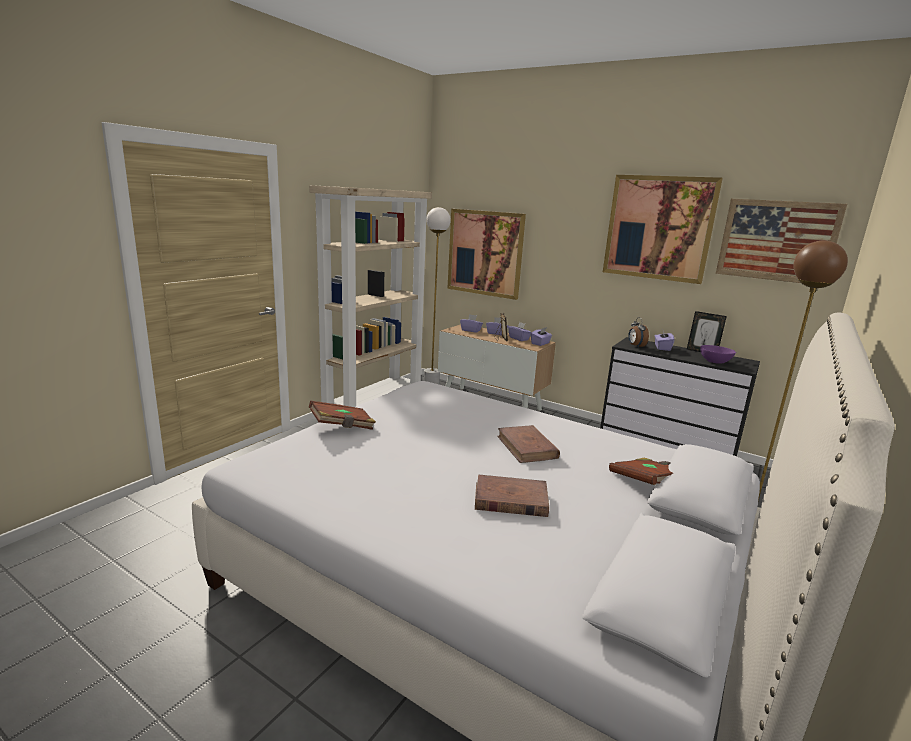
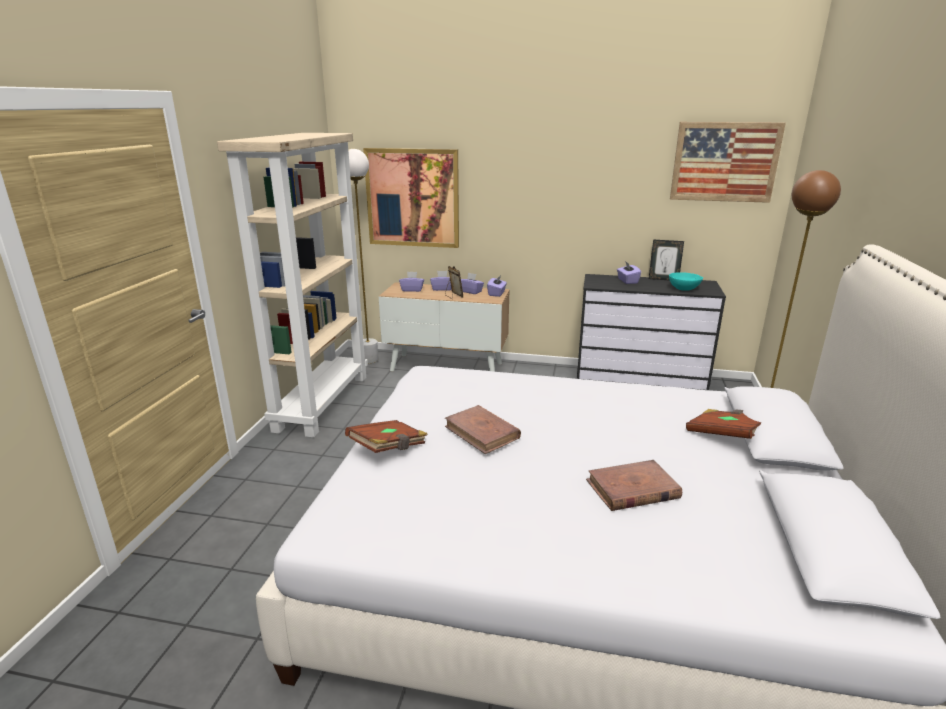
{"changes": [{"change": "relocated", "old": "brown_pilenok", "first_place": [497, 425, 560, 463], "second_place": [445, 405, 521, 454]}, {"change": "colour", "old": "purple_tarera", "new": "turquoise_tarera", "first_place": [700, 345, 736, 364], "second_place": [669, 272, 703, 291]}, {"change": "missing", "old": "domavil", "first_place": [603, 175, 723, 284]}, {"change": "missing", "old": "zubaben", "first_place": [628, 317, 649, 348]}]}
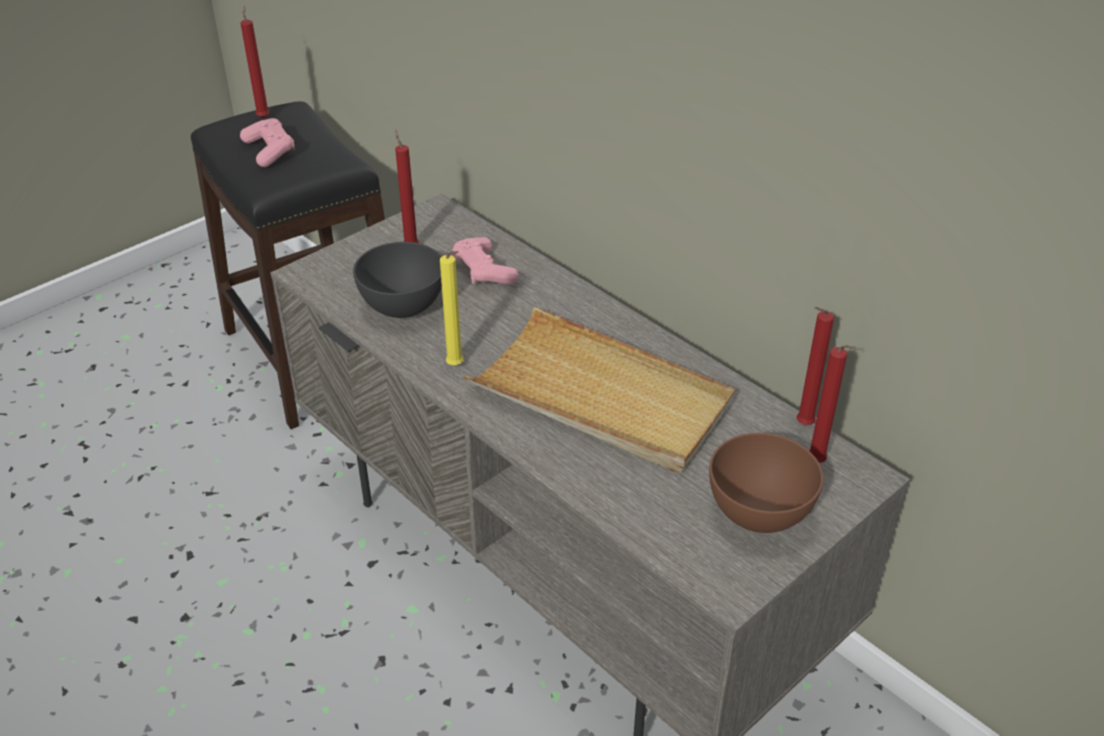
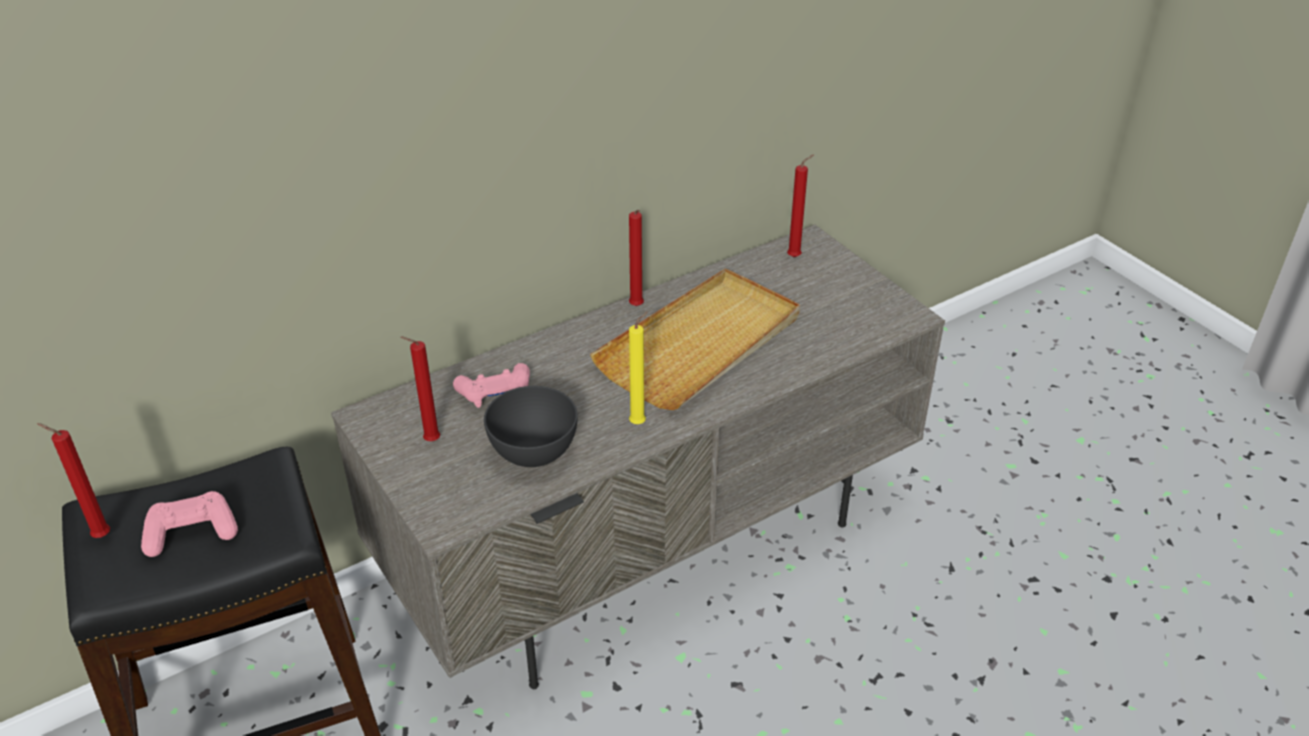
{"changes": [{"change": "relocated", "old": "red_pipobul", "first_place": [796, 307, 834, 425], "second_place": [629, 210, 644, 306]}, {"change": "missing", "old": "brown_tarera", "first_place": [709, 433, 823, 533]}]}
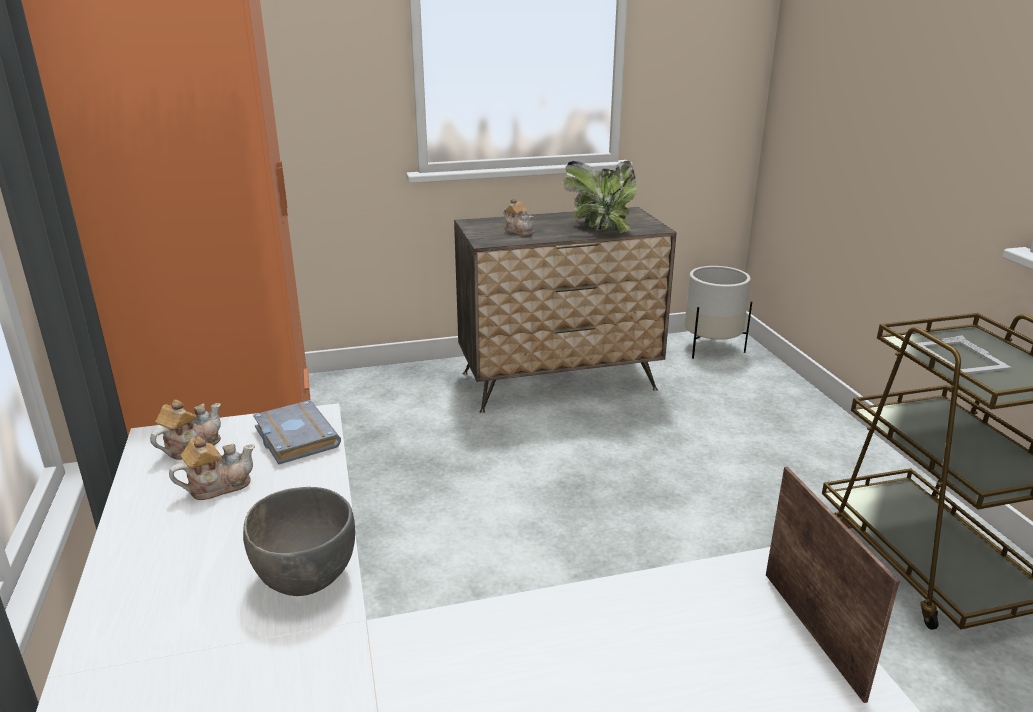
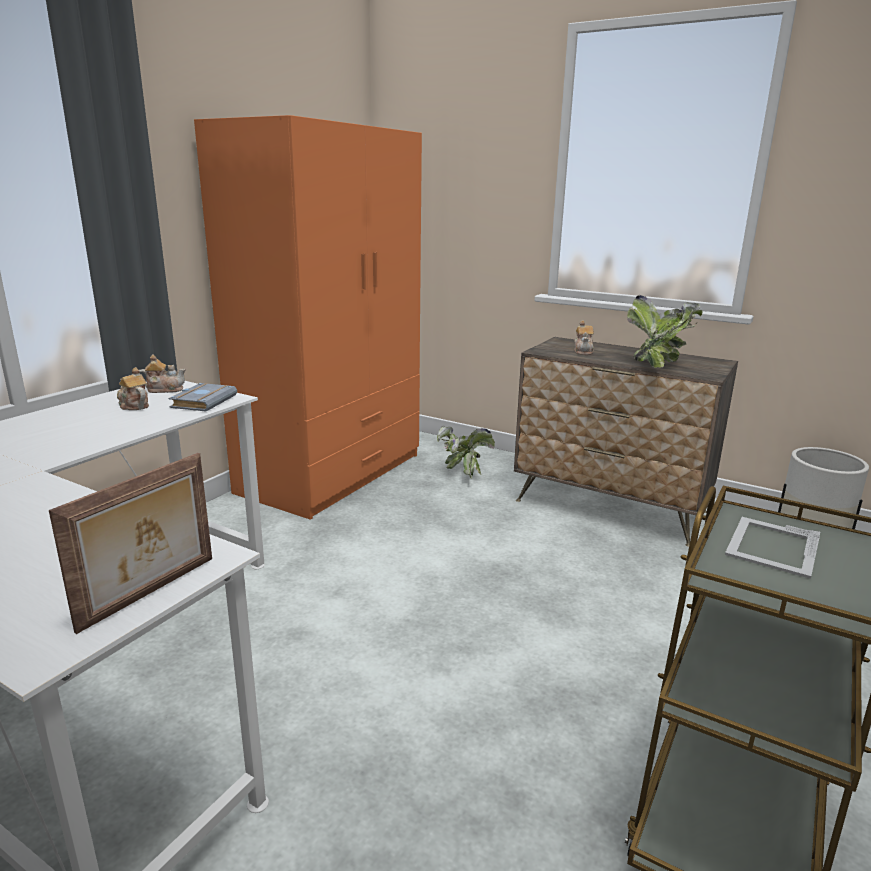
{"changes": [{"change": "spun", "old": "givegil", "first_place": [169, 436, 255, 500], "second_place": [117, 367, 149, 410], "degrees": -150}, {"change": "appeared", "new": "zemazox", "second_place": [437, 426, 495, 478]}, {"change": "missing", "old": "grey_tarera", "first_place": [243, 487, 355, 596]}]}
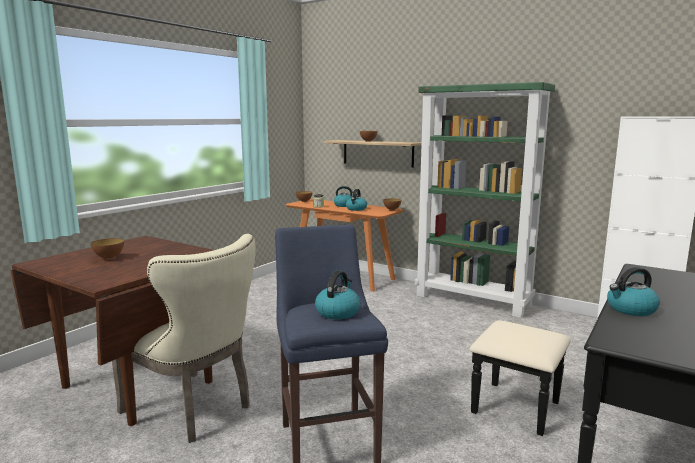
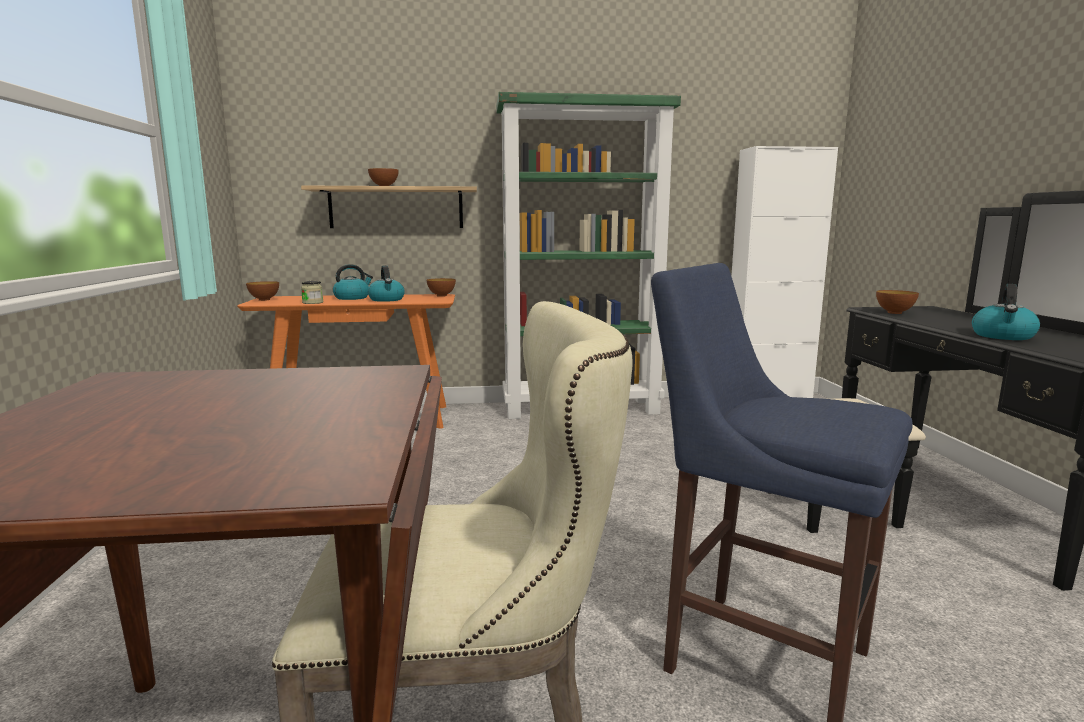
{"changes": [{"change": "relocated", "old": "tarera", "first_place": [91, 238, 124, 260], "second_place": [876, 290, 919, 314]}, {"change": "missing", "old": "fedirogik", "first_place": [315, 271, 360, 319]}]}
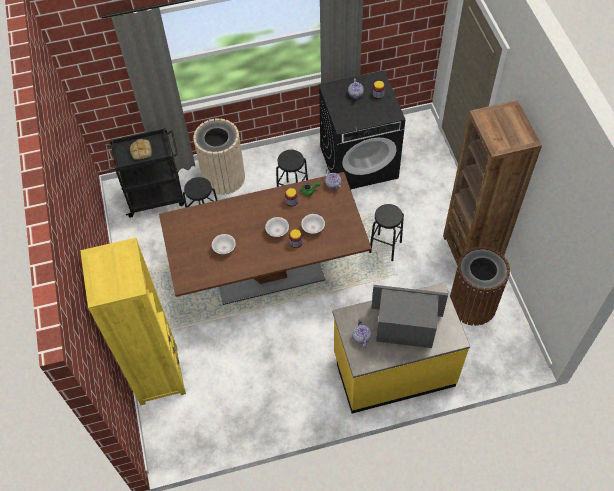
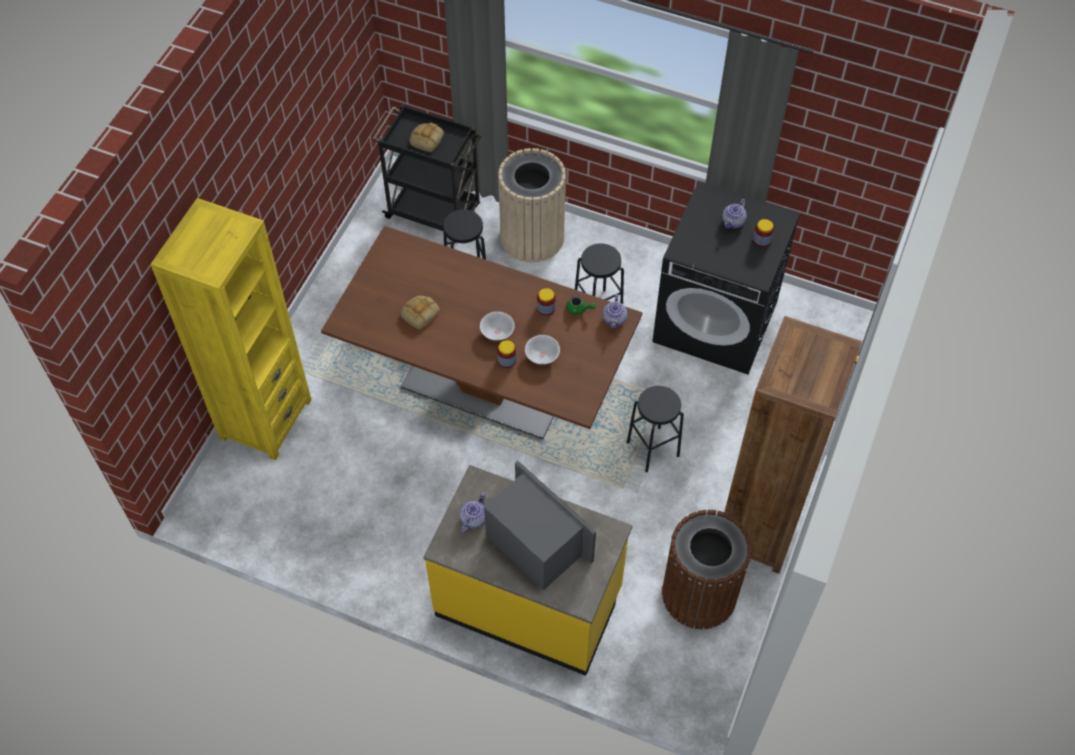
{"changes": [{"change": "exchanged", "old": "white_tarera", "new": "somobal", "first_place": [212, 234, 236, 254], "second_place": [400, 296, 440, 330]}]}
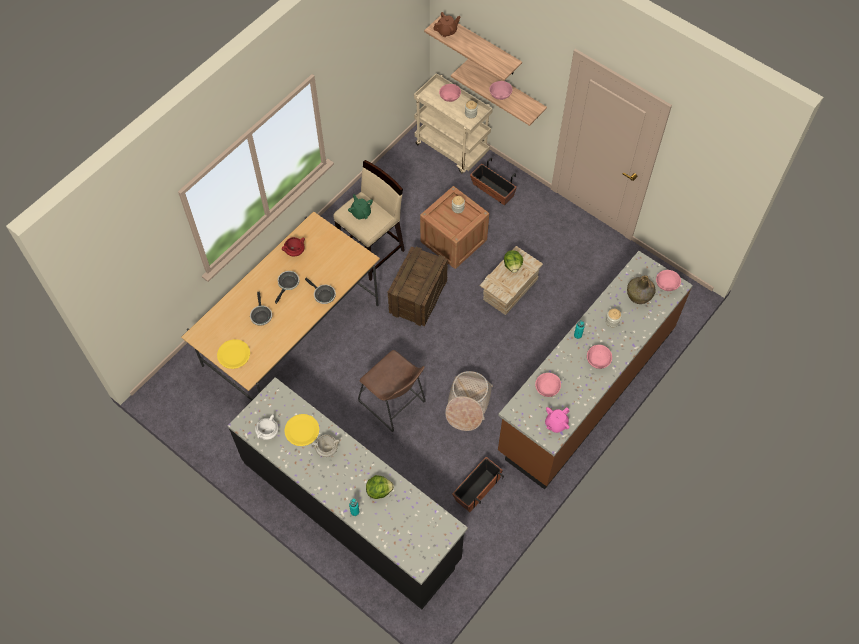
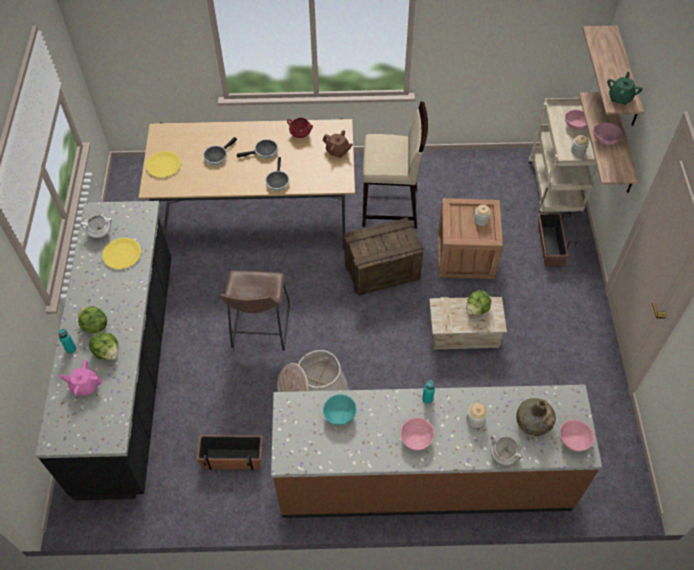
{"changes": [{"change": "relocated", "old": "pink_givegil", "first_place": [545, 407, 570, 433], "second_place": [60, 360, 102, 395]}, {"change": "appeared", "new": "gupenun", "second_place": [78, 306, 107, 333]}, {"change": "relocated", "old": "brown_givegil", "first_place": [433, 12, 460, 37], "second_place": [323, 130, 353, 158]}, {"change": "colour", "old": "pink_tarera", "new": "turquoise_tarera", "first_place": [535, 373, 561, 397], "second_place": [323, 394, 357, 425]}, {"change": "relocated", "old": "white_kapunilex", "first_place": [311, 434, 340, 457], "second_place": [490, 435, 523, 465]}, {"change": "relocated", "old": "green_givegil", "first_place": [348, 194, 373, 220], "second_place": [607, 72, 643, 105]}]}
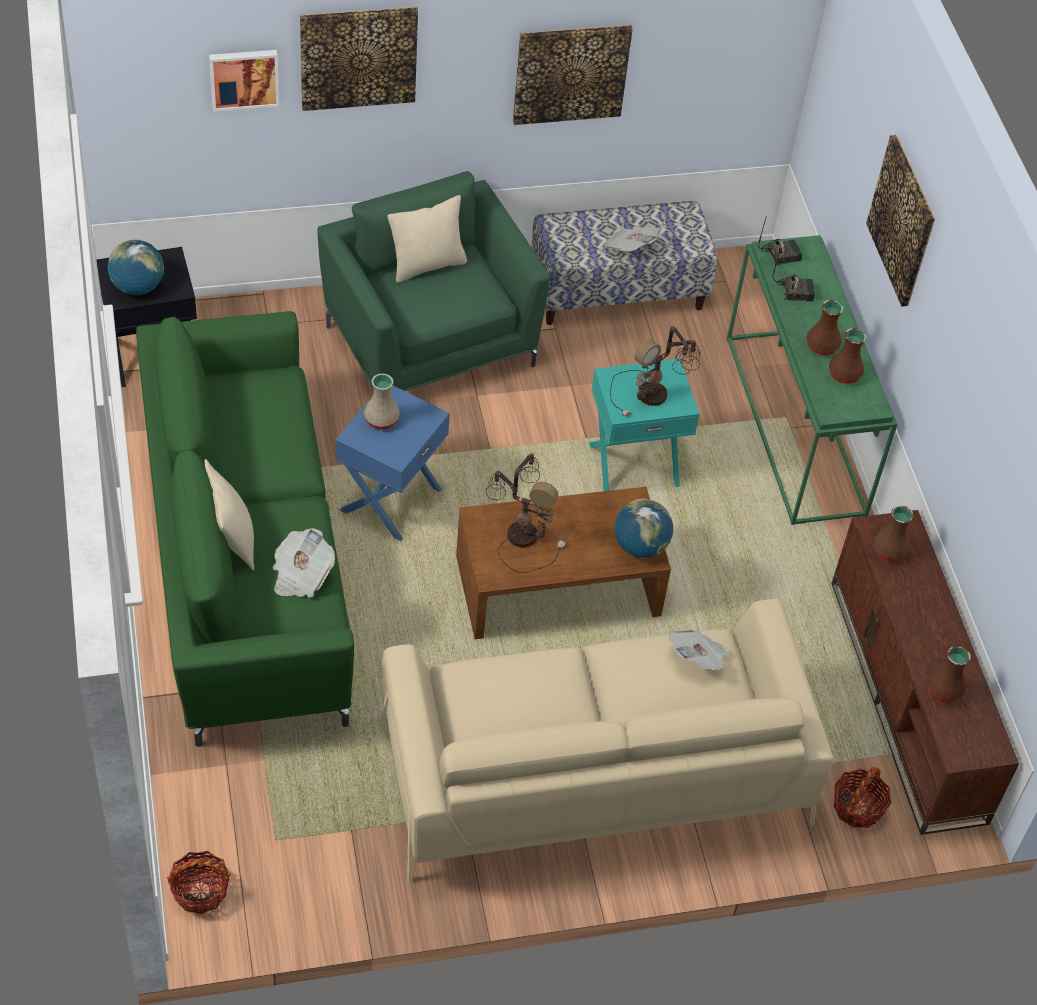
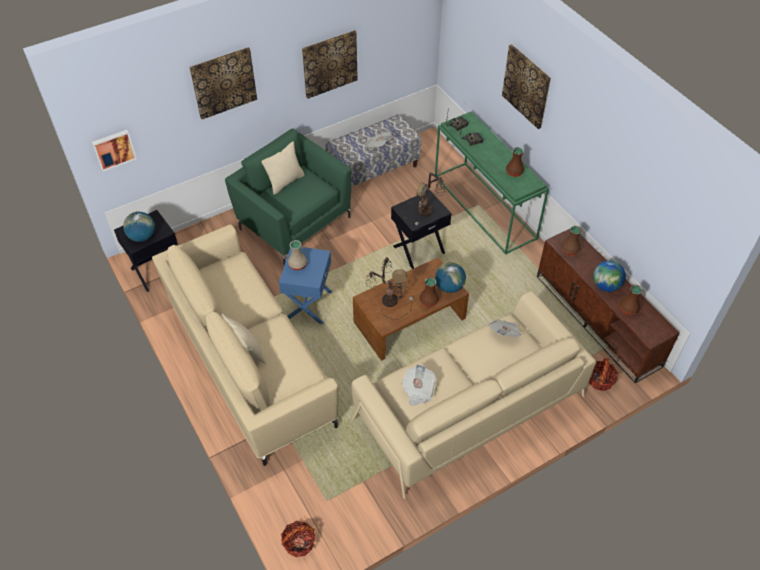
{"changes": [{"change": "relocated", "old": "domavil", "first_place": [209, 50, 279, 112], "second_place": [92, 130, 137, 172]}, {"change": "colour", "old": "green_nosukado", "new": "beige_nosukado", "first_place": [136, 311, 354, 747], "second_place": [152, 225, 338, 466]}, {"change": "colour", "old": "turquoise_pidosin", "new": "black_pidosin", "first_place": [589, 359, 700, 491], "second_place": [391, 190, 451, 269]}, {"change": "relocated", "old": "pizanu", "first_place": [273, 528, 335, 598], "second_place": [401, 364, 437, 406]}, {"change": "relocated", "old": "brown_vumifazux", "first_place": [807, 300, 843, 355], "second_place": [420, 278, 439, 307]}, {"change": "appeared", "new": "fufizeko", "second_place": [593, 260, 626, 292]}]}
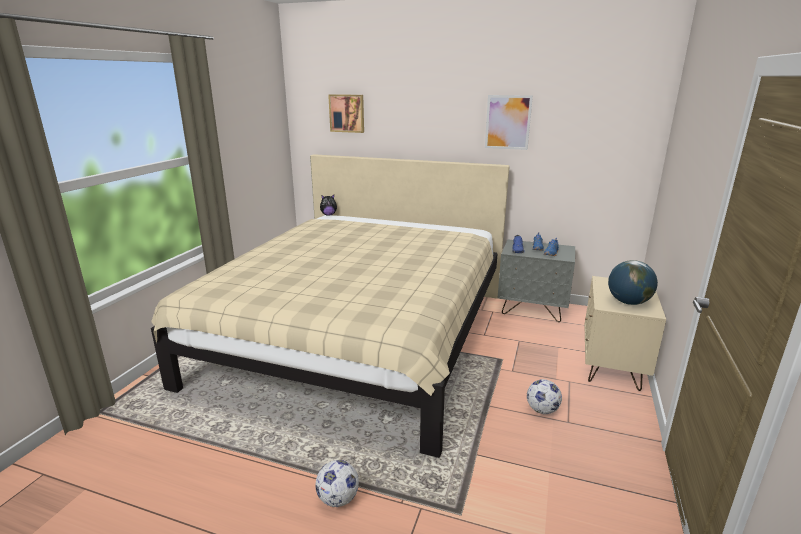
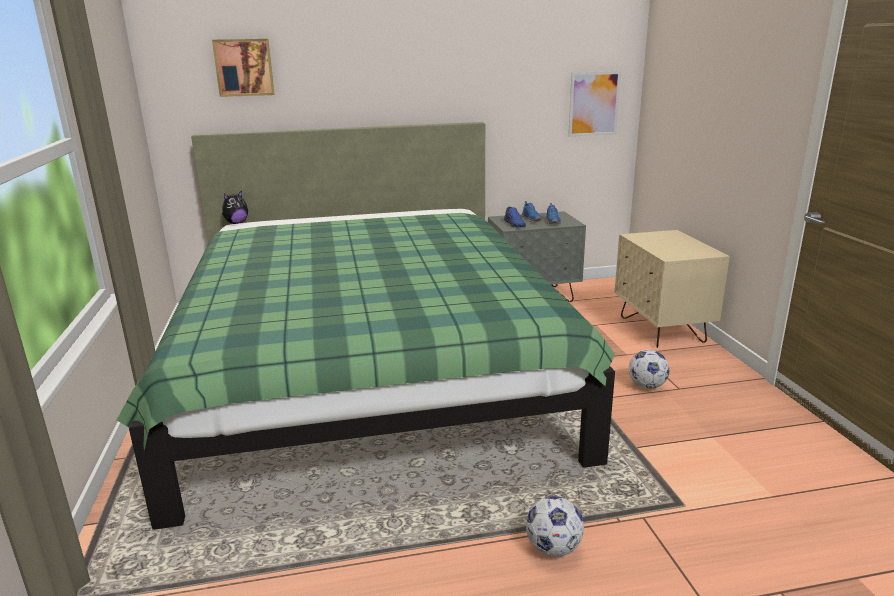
{"changes": [{"change": "colour", "old": "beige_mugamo", "new": "green_mugamo", "first_place": [151, 154, 510, 458], "second_place": [117, 122, 615, 530]}, {"change": "relocated", "old": "domavil", "first_place": [485, 95, 533, 150], "second_place": [568, 71, 621, 137]}, {"change": "missing", "old": "fufizeko", "first_place": [608, 260, 658, 305]}]}
